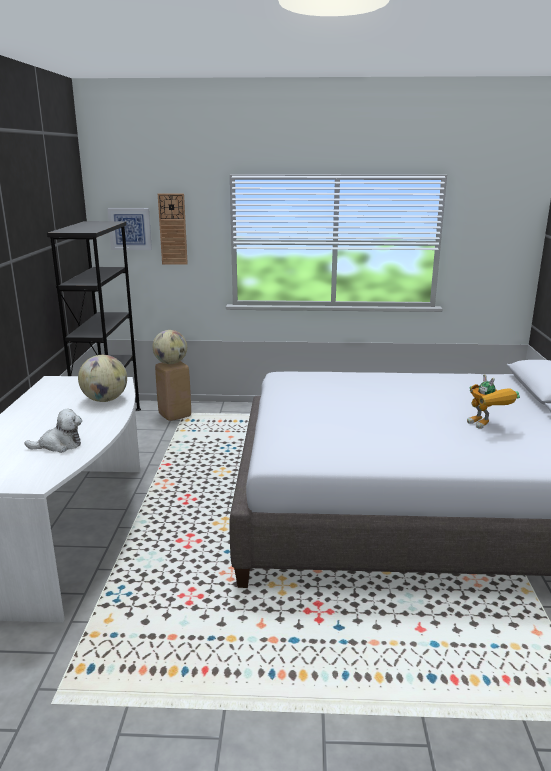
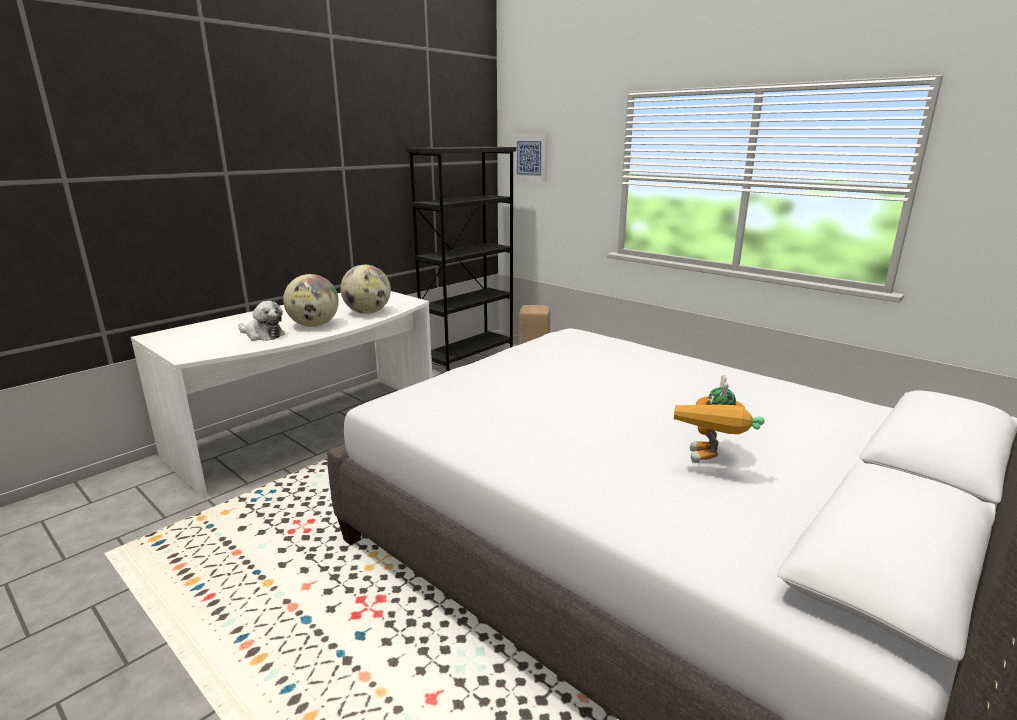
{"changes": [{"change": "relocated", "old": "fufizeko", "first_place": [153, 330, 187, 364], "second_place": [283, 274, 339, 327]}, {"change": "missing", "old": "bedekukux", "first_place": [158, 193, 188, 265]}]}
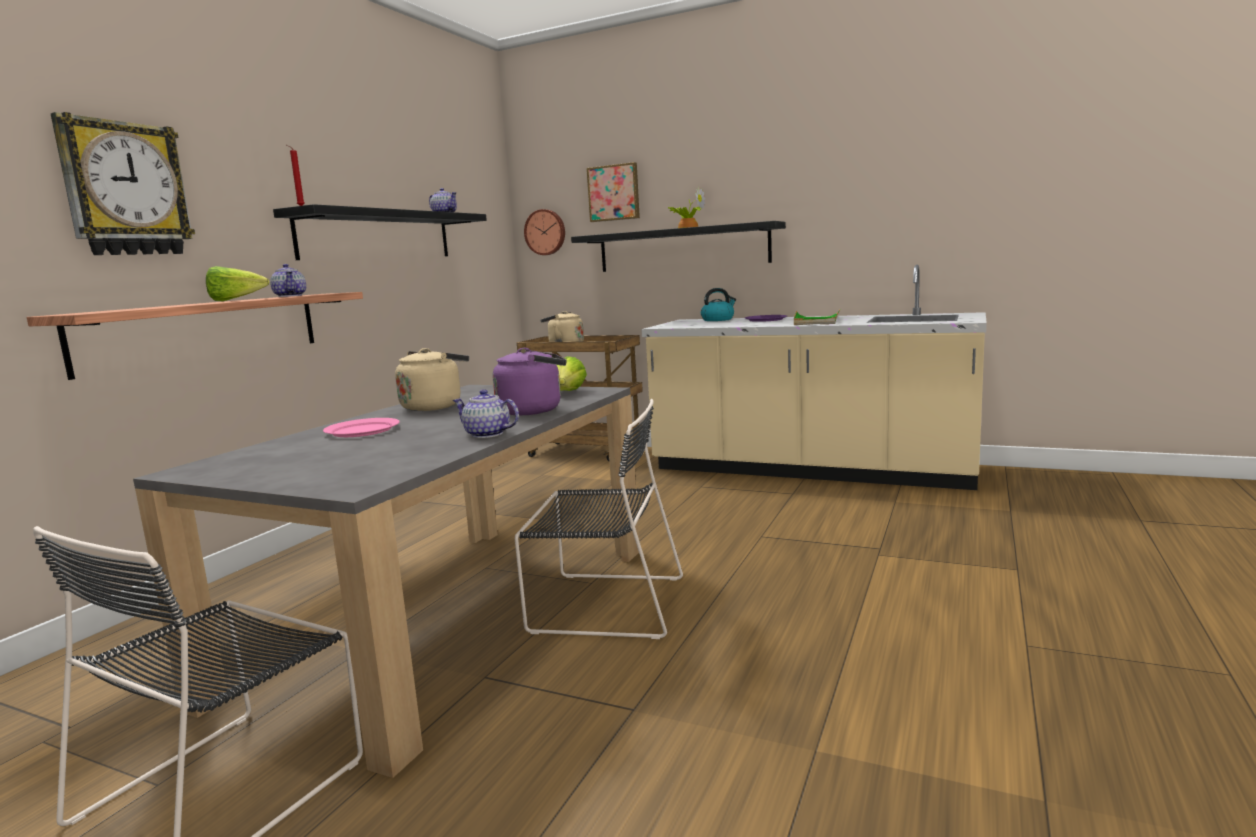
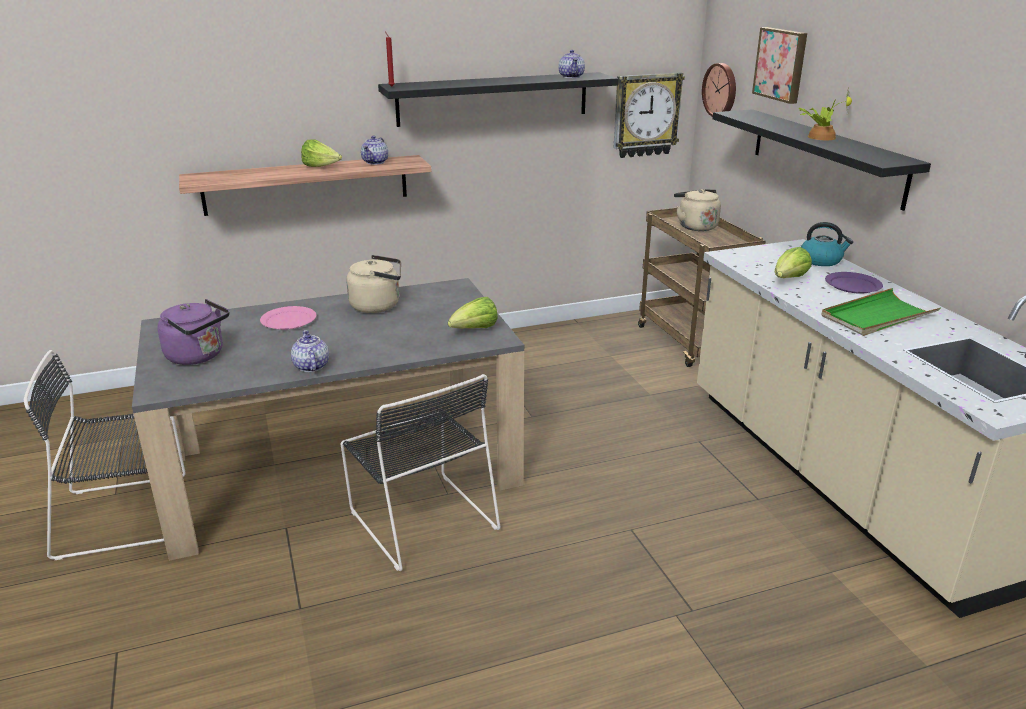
{"changes": [{"change": "relocated", "old": "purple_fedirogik", "first_place": [493, 348, 567, 415], "second_place": [157, 299, 229, 365]}, {"change": "relocated", "old": "bedekukux", "first_place": [51, 112, 195, 255], "second_place": [614, 72, 685, 158]}, {"change": "appeared", "new": "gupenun", "second_place": [775, 247, 812, 278]}]}
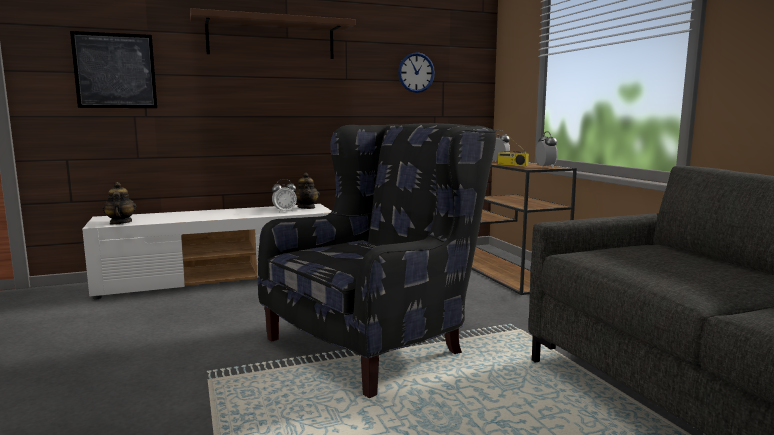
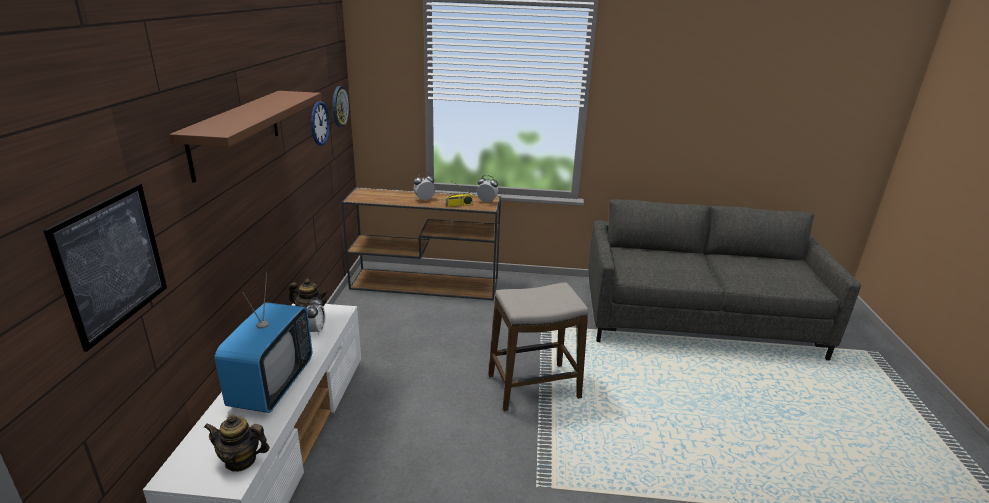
{"changes": [{"change": "appeared", "new": "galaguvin", "second_place": [215, 272, 312, 413]}, {"change": "appeared", "new": "bedekukux", "second_place": [332, 86, 349, 127]}, {"change": "exchanged", "old": "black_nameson", "new": "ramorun", "first_place": [258, 123, 496, 398], "second_place": [488, 282, 588, 411]}]}
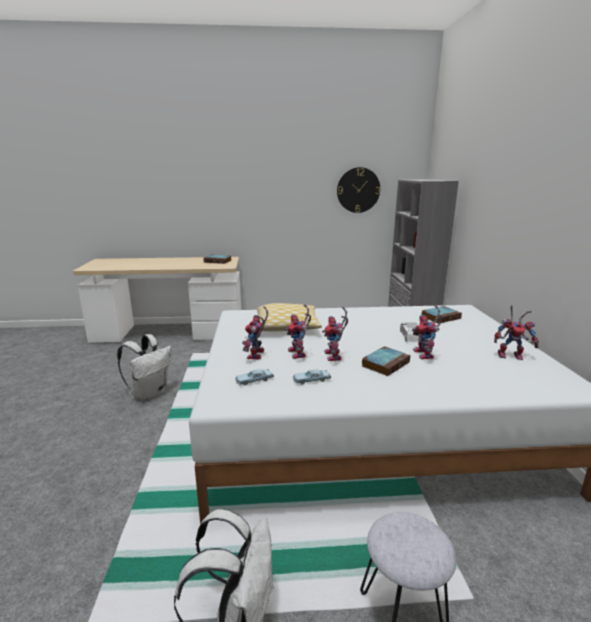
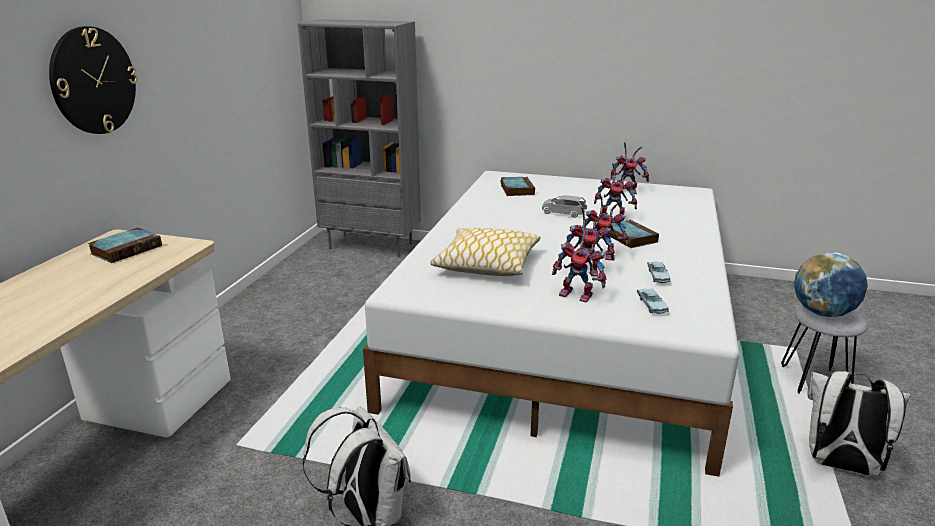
{"changes": [{"change": "relocated", "old": "bedekukux", "first_place": [337, 167, 380, 213], "second_place": [49, 26, 137, 134]}, {"change": "spun", "old": "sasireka", "first_place": [494, 305, 539, 360], "second_place": [611, 142, 649, 194], "degrees": 60}, {"change": "appeared", "new": "fufizeko", "second_place": [794, 252, 868, 317]}]}
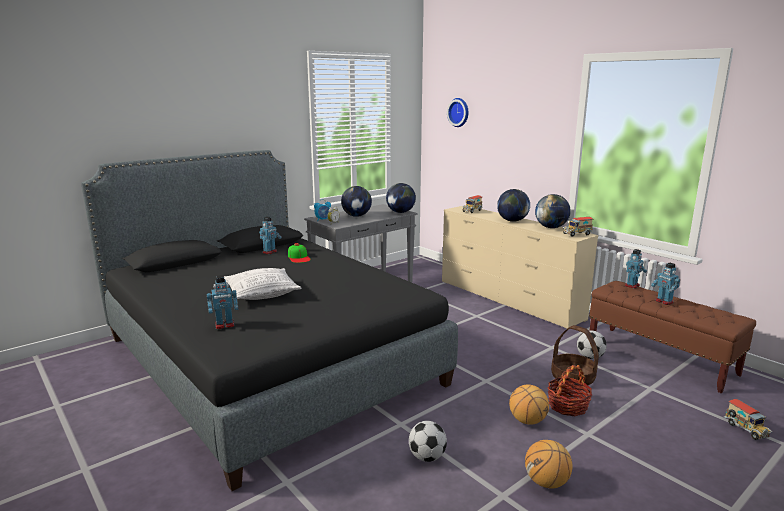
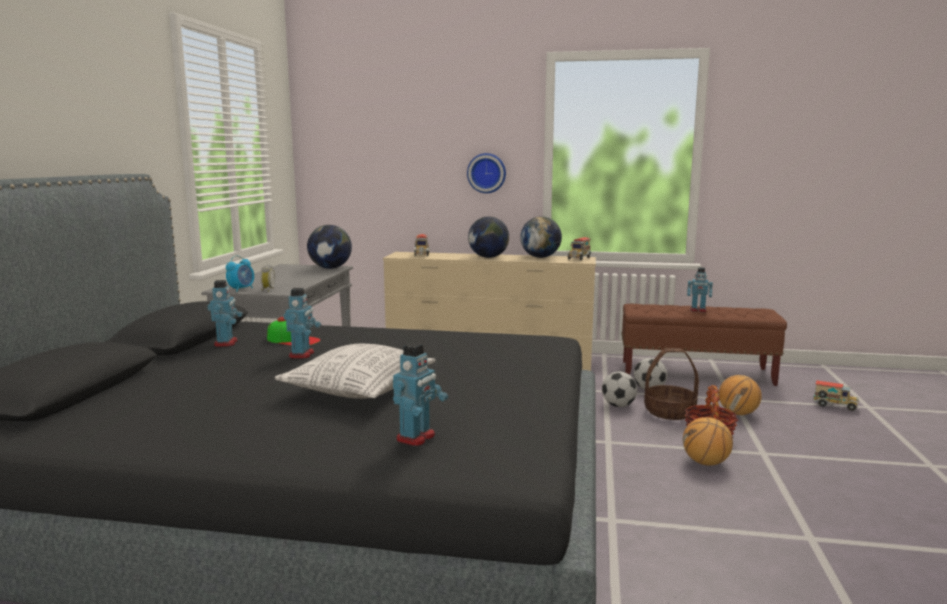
{"changes": [{"change": "relocated", "old": "sasireka", "first_place": [625, 249, 647, 289], "second_place": [283, 288, 321, 359]}, {"change": "relocated", "old": "bedekukux", "first_place": [447, 98, 468, 127], "second_place": [467, 153, 506, 193]}, {"change": "relocated", "old": "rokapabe", "first_place": [409, 421, 447, 462], "second_place": [602, 372, 637, 407]}, {"change": "relocated", "old": "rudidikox", "first_place": [525, 440, 572, 489], "second_place": [719, 375, 762, 415]}, {"change": "missing", "old": "fufizeko", "first_place": [341, 186, 372, 217]}]}
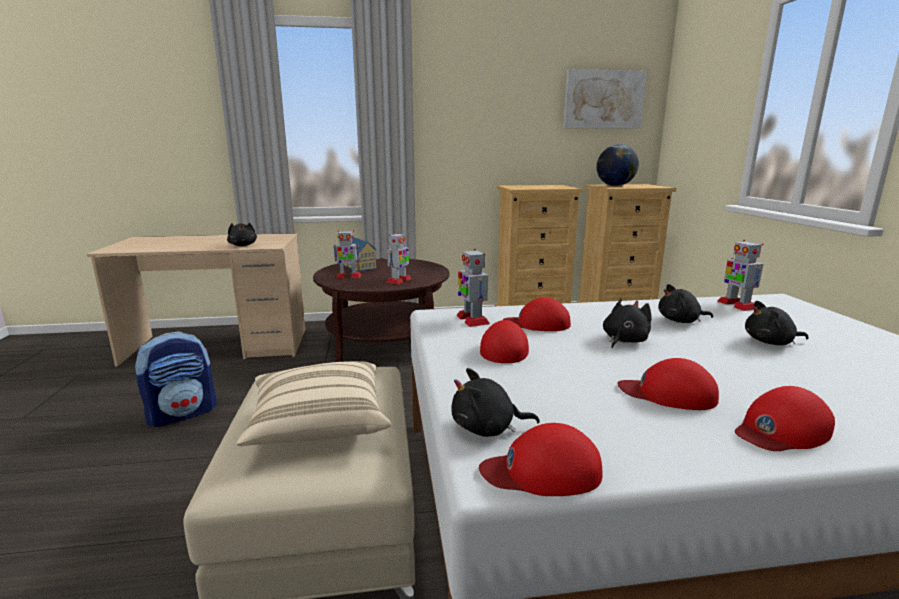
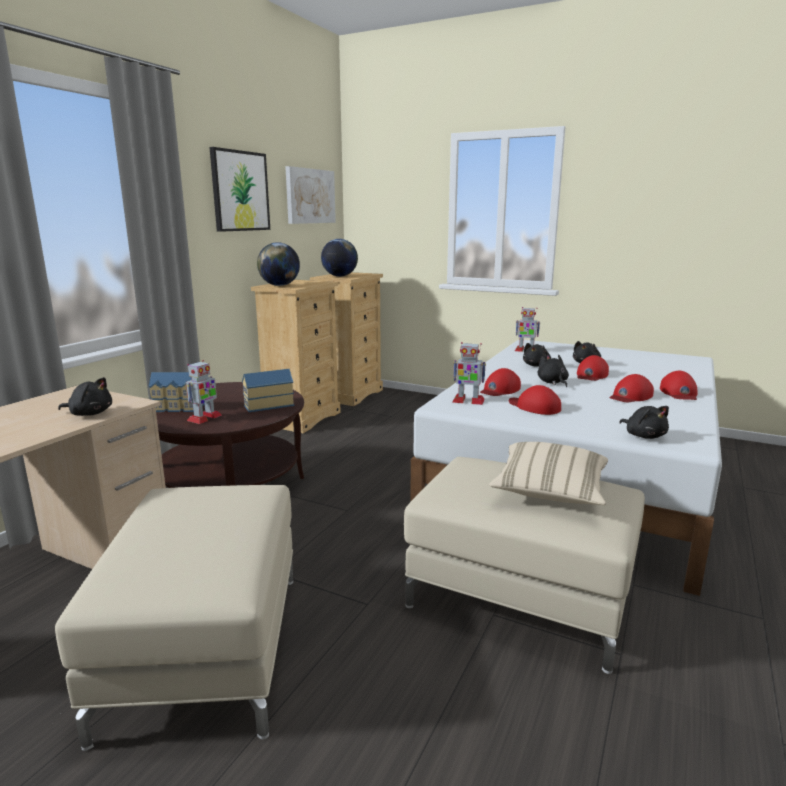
{"changes": [{"change": "exchanged", "old": "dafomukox", "new": "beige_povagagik", "first_place": [135, 331, 217, 427], "second_place": [55, 485, 293, 751]}, {"change": "appeared", "new": "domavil", "second_place": [210, 147, 270, 232]}, {"change": "exchanged", "old": "sasireka", "new": "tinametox", "first_place": [386, 232, 412, 284], "second_place": [242, 369, 294, 412]}, {"change": "appeared", "new": "fufizeko", "second_place": [257, 242, 300, 286]}, {"change": "relocated", "old": "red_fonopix", "first_place": [479, 423, 603, 496], "second_place": [577, 355, 609, 381]}, {"change": "spun", "old": "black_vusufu", "first_place": [451, 368, 540, 437], "second_place": [619, 406, 669, 439], "degrees": -60}]}
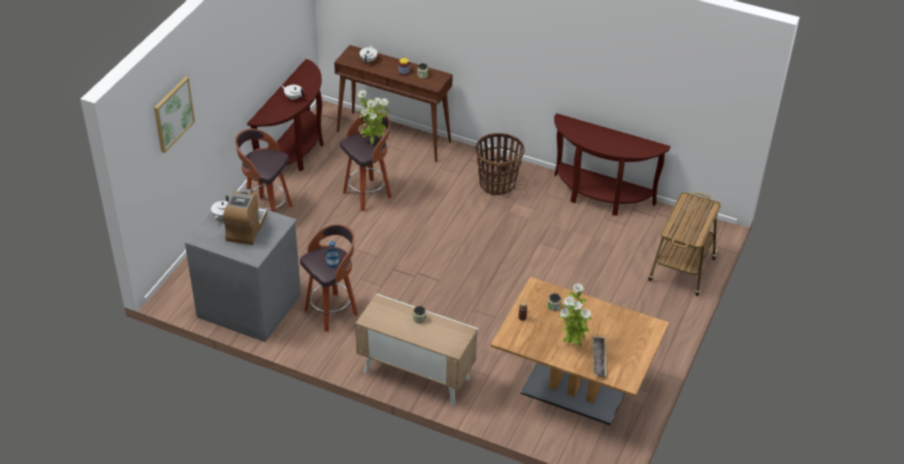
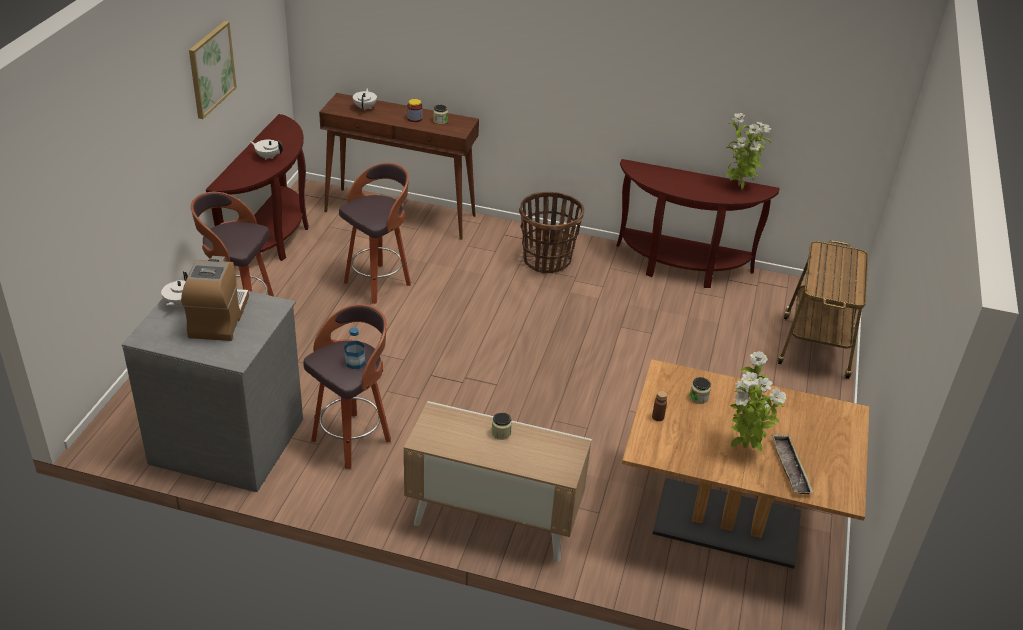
{"changes": [{"change": "relocated", "old": "domavil", "first_place": [154, 77, 195, 153], "second_place": [189, 21, 237, 119]}, {"change": "relocated", "old": "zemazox", "first_place": [357, 90, 390, 144], "second_place": [726, 113, 771, 189]}]}
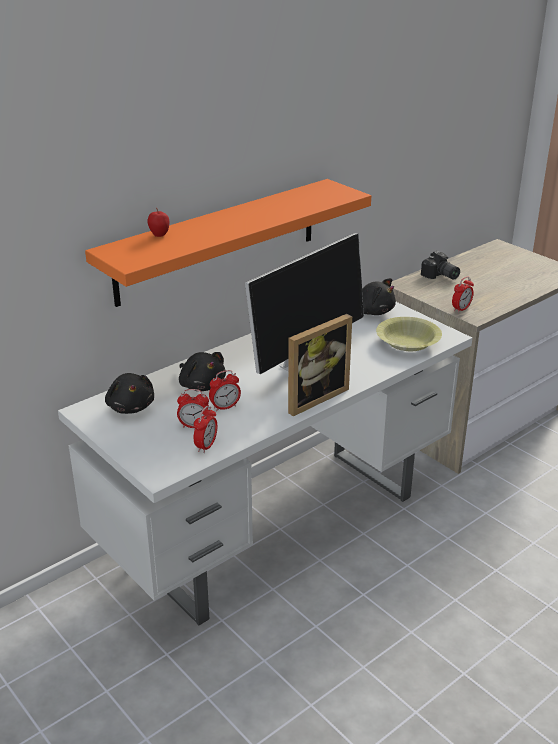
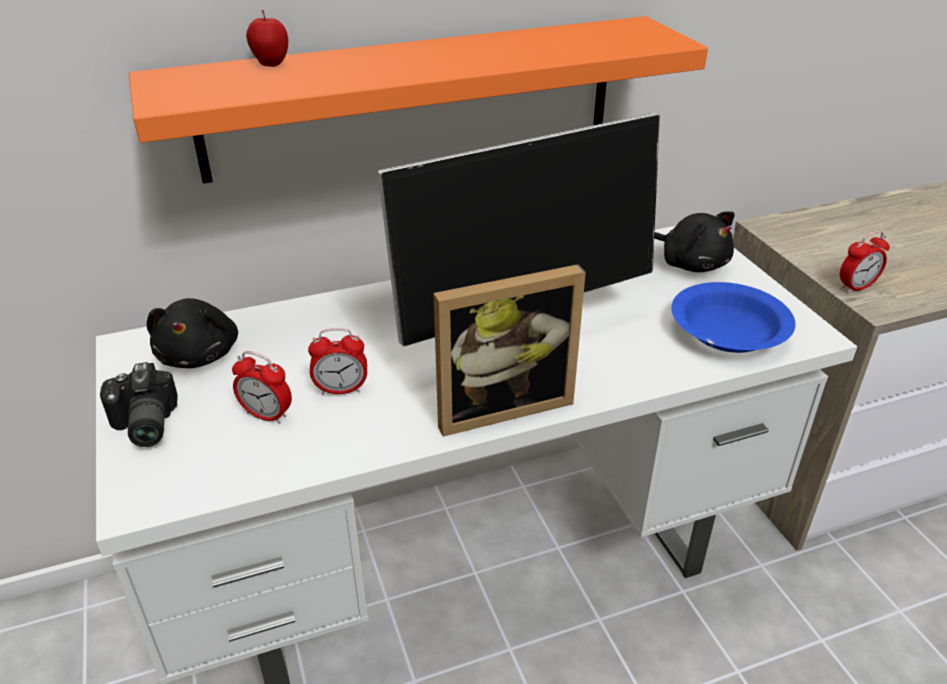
{"changes": [{"change": "relocated", "old": "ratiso", "first_place": [421, 251, 460, 279], "second_place": [100, 362, 177, 447]}, {"change": "colour", "old": "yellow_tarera", "new": "blue_tarera", "first_place": [376, 317, 442, 351], "second_place": [671, 282, 795, 353]}, {"change": "missing", "old": "black_vusufu", "first_place": [179, 352, 226, 391]}, {"change": "missing", "old": "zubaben", "first_place": [194, 406, 217, 453]}]}
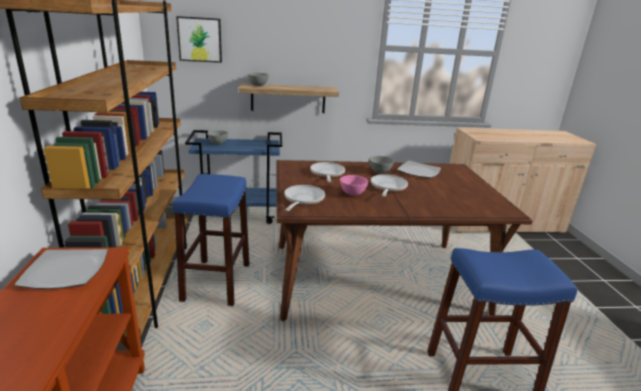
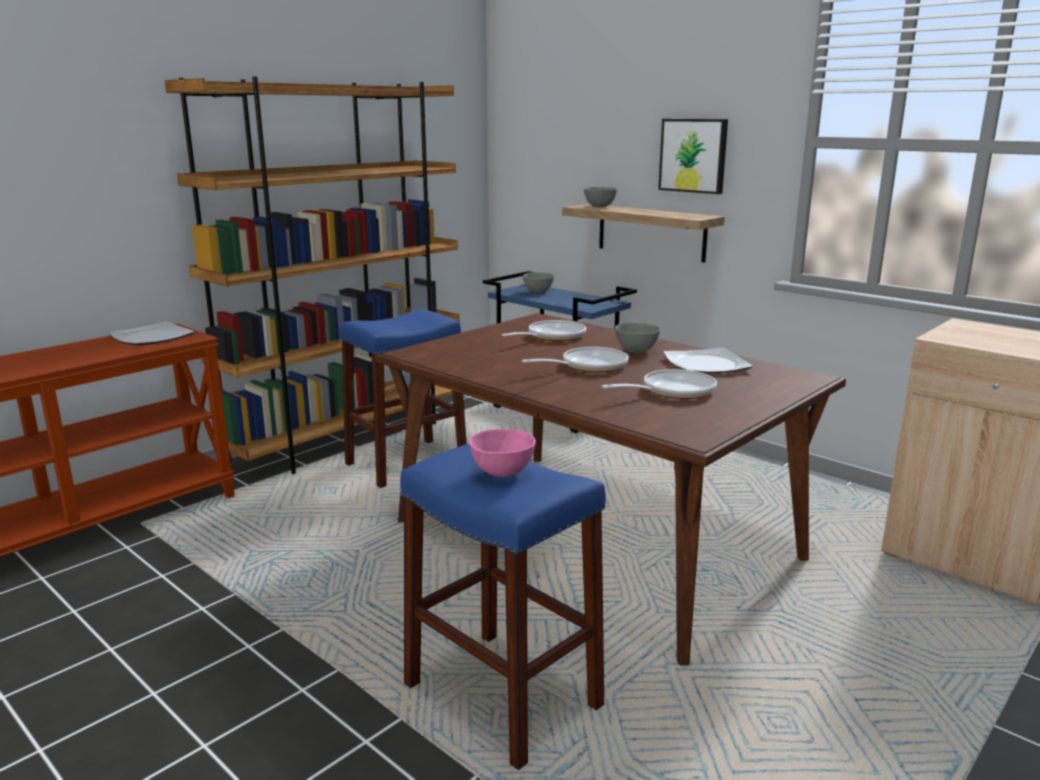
{"changes": [{"change": "relocated", "old": "pink_tarera", "first_place": [340, 175, 368, 196], "second_place": [469, 429, 536, 477]}, {"change": "relocated", "old": "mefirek", "first_place": [284, 185, 325, 211], "second_place": [602, 369, 717, 399]}, {"change": "relocated", "old": "domavil", "first_place": [176, 16, 222, 63], "second_place": [658, 119, 728, 194]}]}
